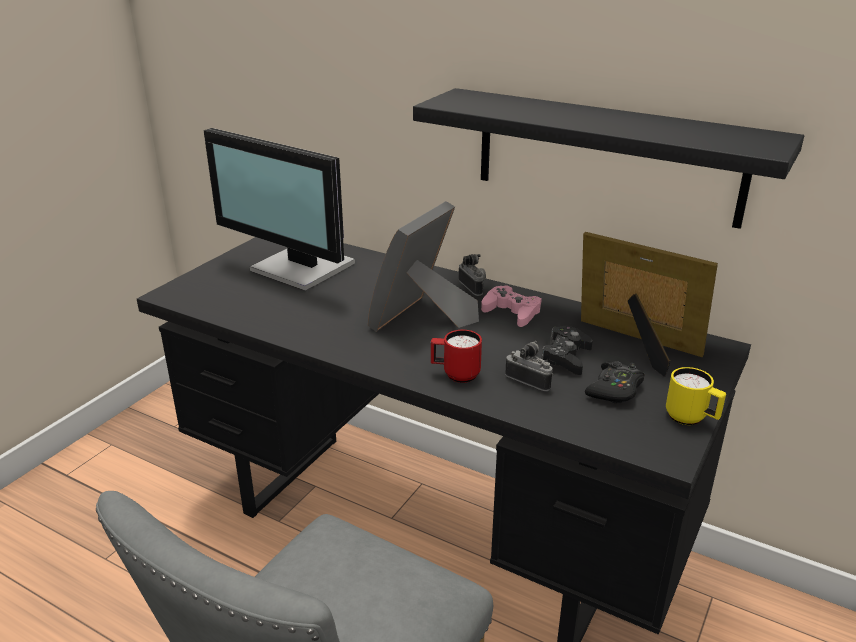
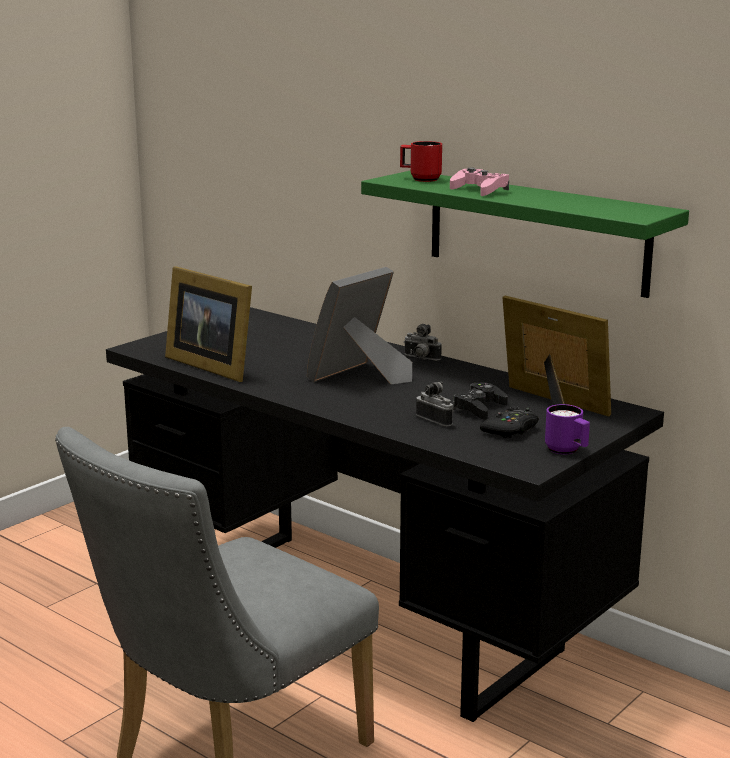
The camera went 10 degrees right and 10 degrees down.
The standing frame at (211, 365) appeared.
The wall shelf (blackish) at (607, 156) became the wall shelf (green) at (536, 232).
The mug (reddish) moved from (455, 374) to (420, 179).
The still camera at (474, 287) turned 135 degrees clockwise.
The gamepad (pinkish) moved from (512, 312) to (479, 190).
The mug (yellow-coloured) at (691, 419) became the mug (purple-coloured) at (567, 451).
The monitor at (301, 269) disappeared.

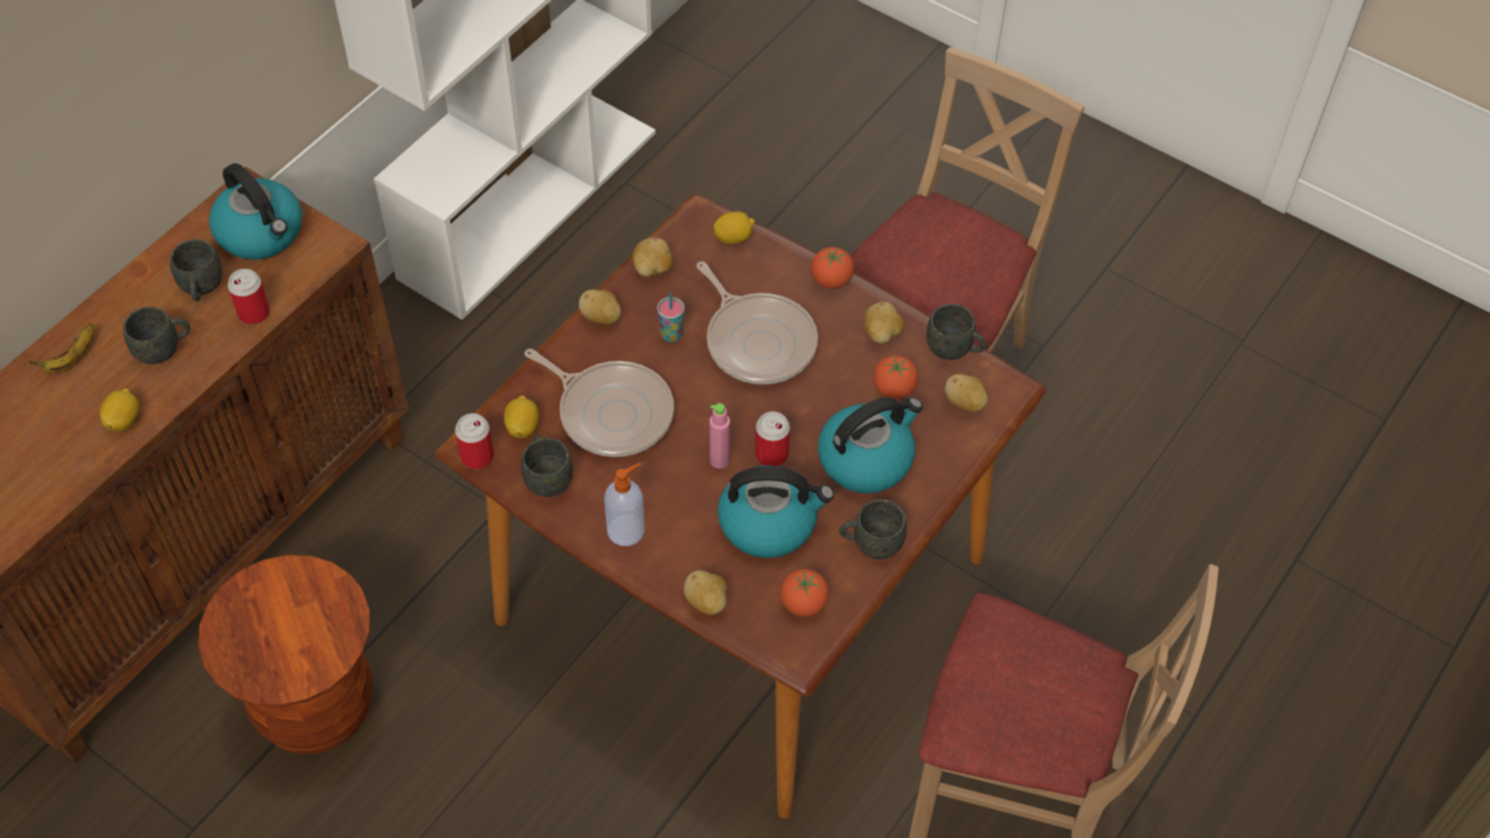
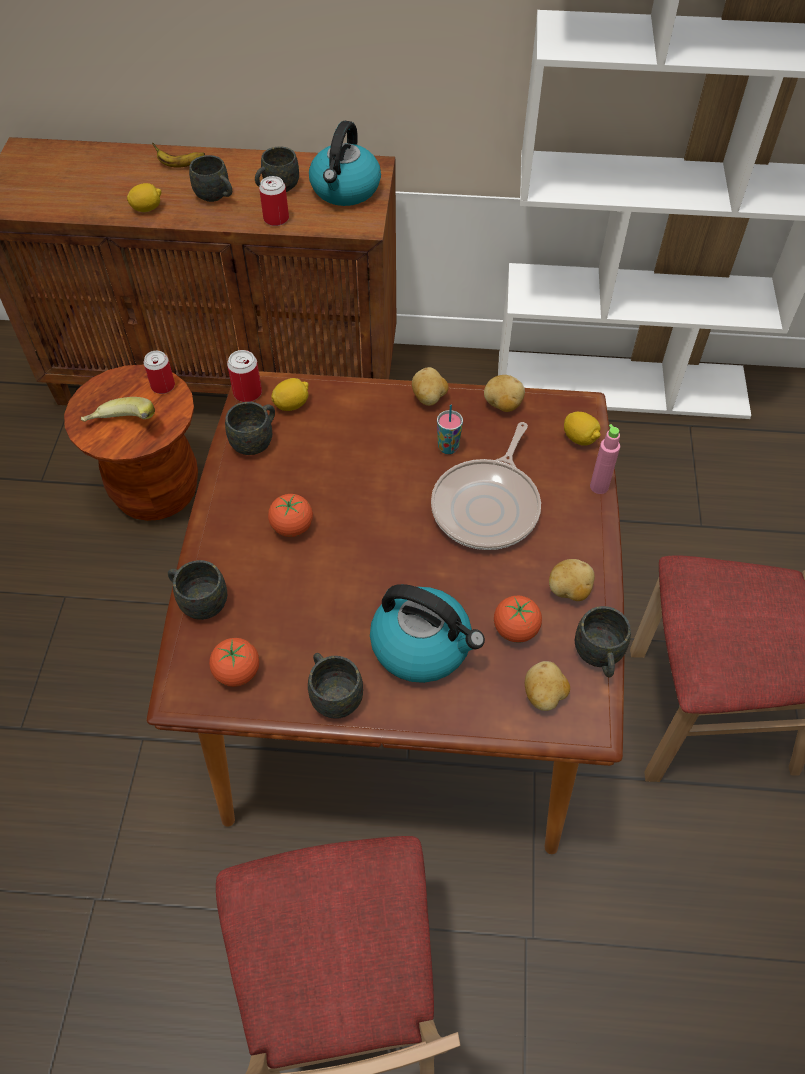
The camera went 60 degrees right and 0 degrees up.
The whole banana at (122, 428) appeared.
The metal can moved from (771, 454) to (163, 386).
The potato at (707, 602) was replaced by the mug (gray) at (199, 601).
The fresh tomato moved from (831, 280) to (292, 527).
The drink bottle (pinkish) moved from (719, 460) to (599, 487).
The pan at (611, 412) disappeared.
The soap dispenser at (627, 530) disappeared.
The tea kettle at (769, 523) disappeared.

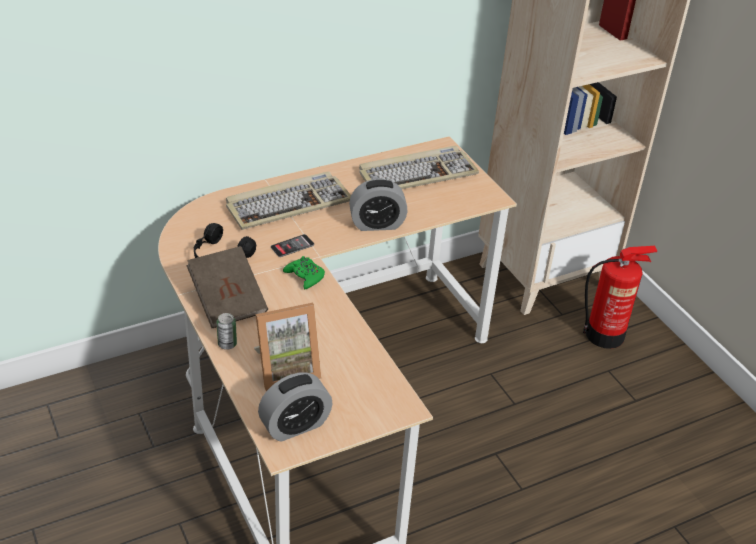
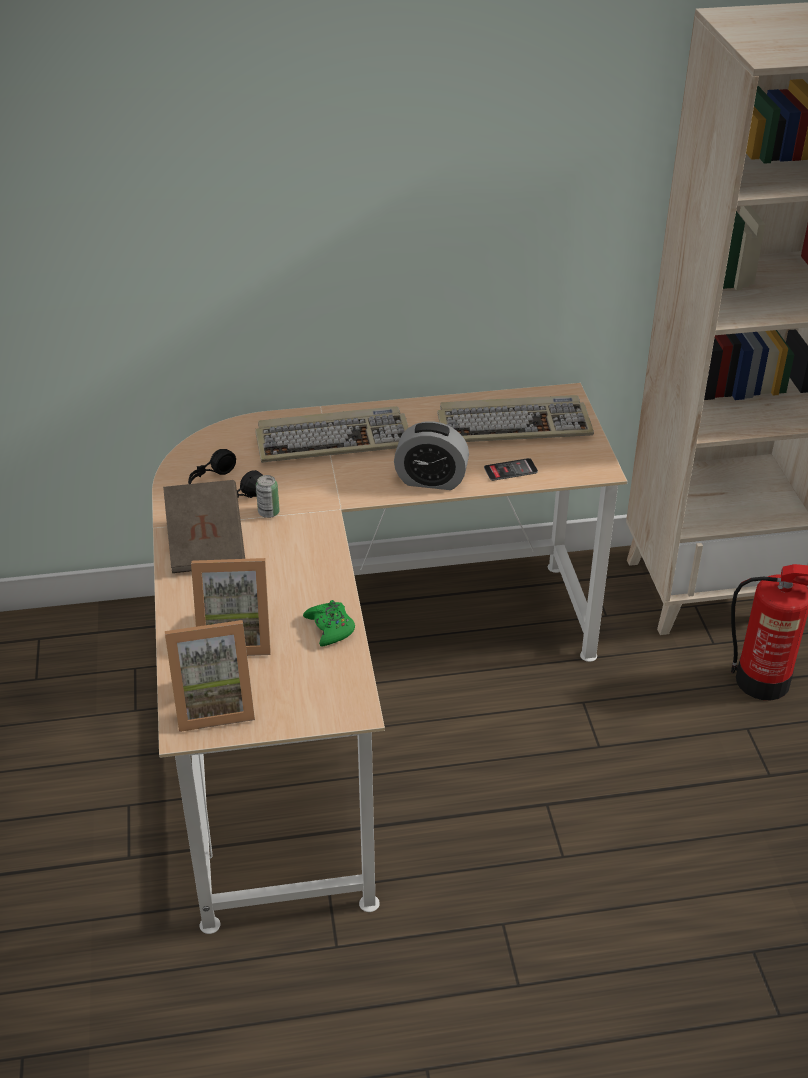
The camera went 20 degrees right and 0 degrees up.
The bedside clock at (295, 425) was replaced by the standing frame at (213, 704).
The metal can moved from (227, 344) to (268, 512).
The gamepad (green) moved from (305, 276) to (330, 628).
The handset moved from (292, 246) to (510, 470).

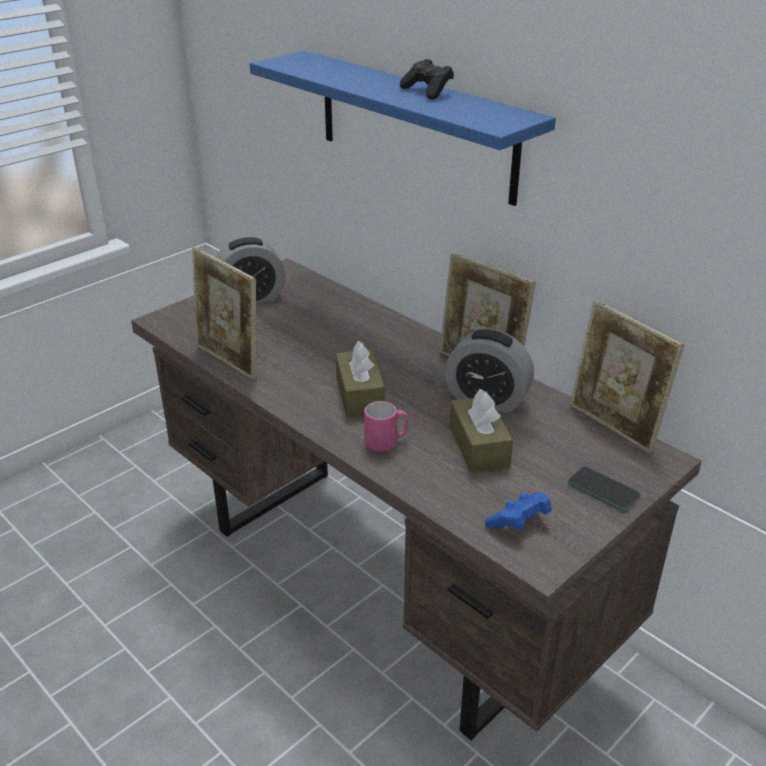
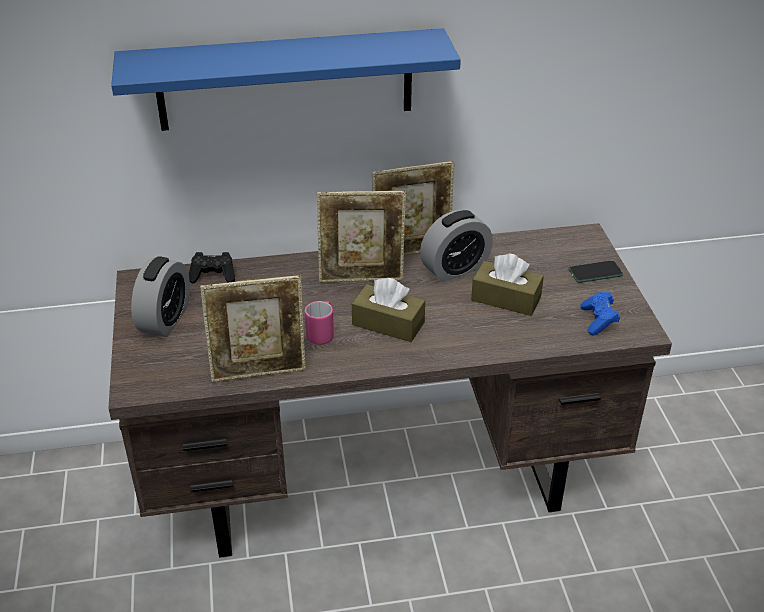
The camera went 55 degrees left and 5 degrees up.
The gamepad (blackish) moved from (427, 91) to (213, 276).
The mug (pinkish) moved from (386, 442) to (322, 334).
The standing frame moved from (613, 427) to (361, 278).

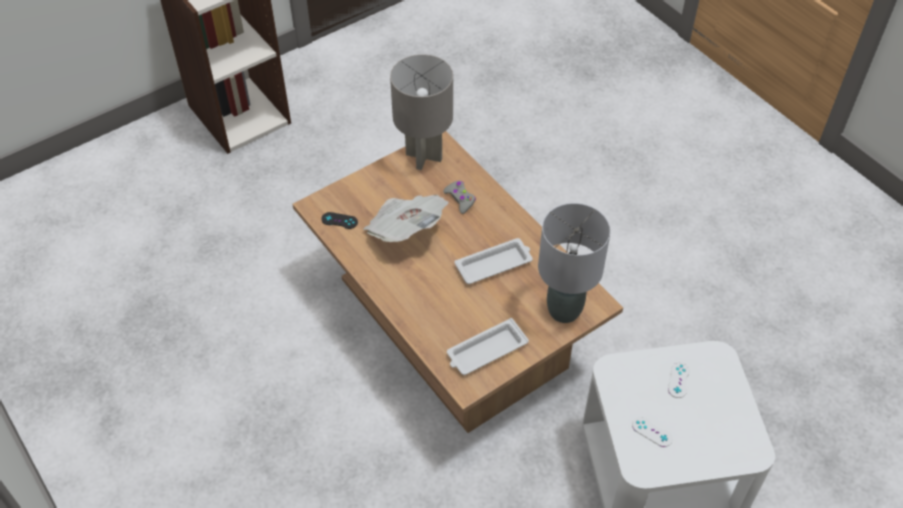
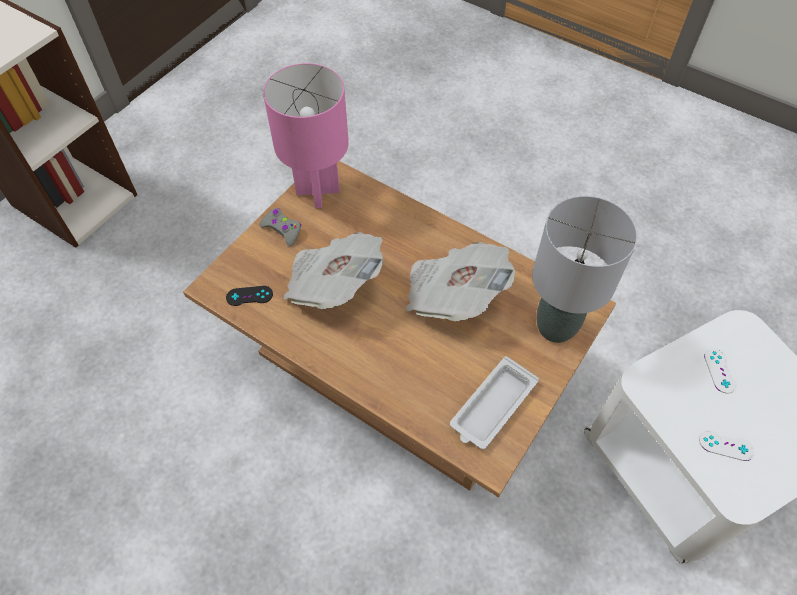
The camera went 20 degrees left and 5 degrees up.
The gamepad (gray) moved from (460, 199) to (282, 229).
The lamp for a table (gray) at (424, 156) became the lamp for a table (pinkish) at (318, 191).
The serving tray (white) at (495, 264) was replaced by the printed paper at (453, 295).

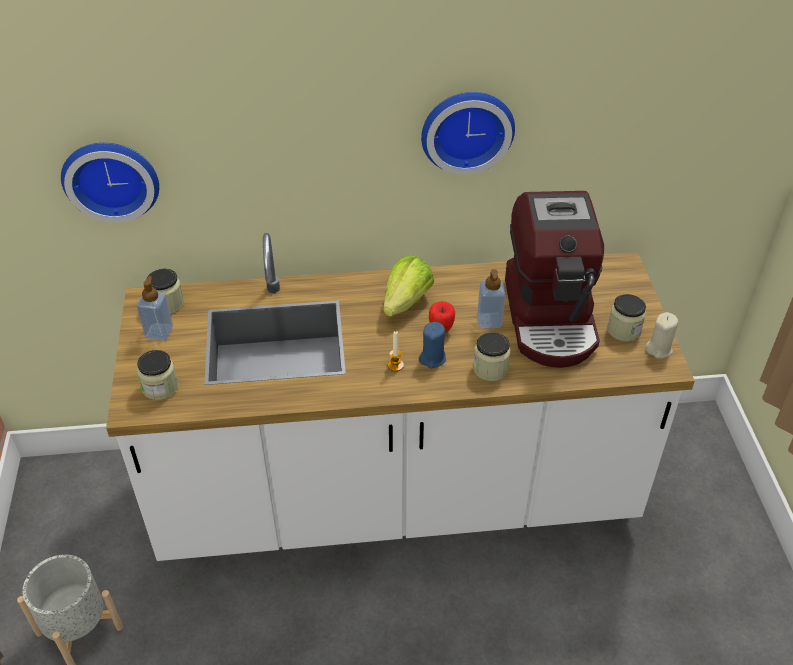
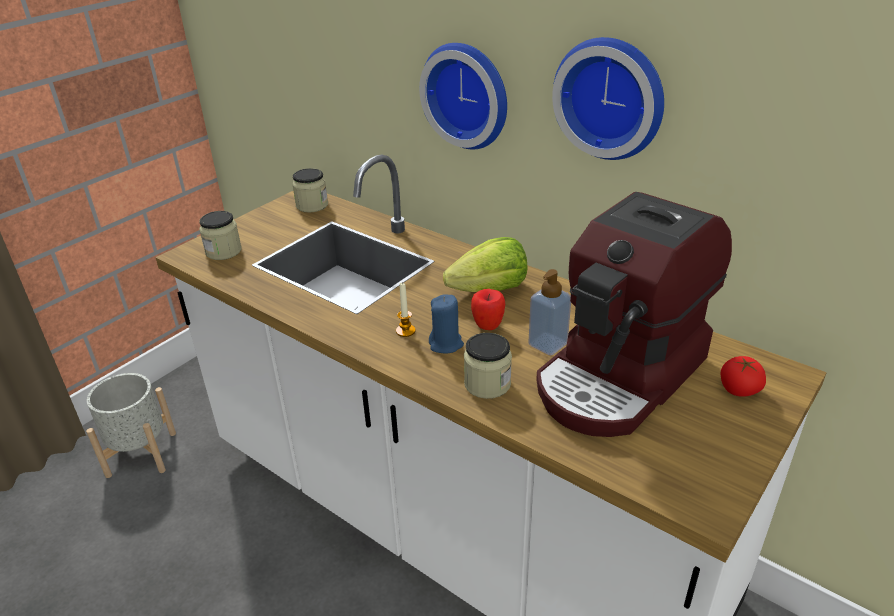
The camera went 45 degrees right and 10 degrees down.
The clock on the wall moved from (111, 177) to (468, 94).
The fresh tomato at (739, 390) appeared.
The soap dispenser at (159, 332) disappeared.
The jar at (624, 330) disappeared.
The wax light (beige-coloured) at (659, 349) disappeared.

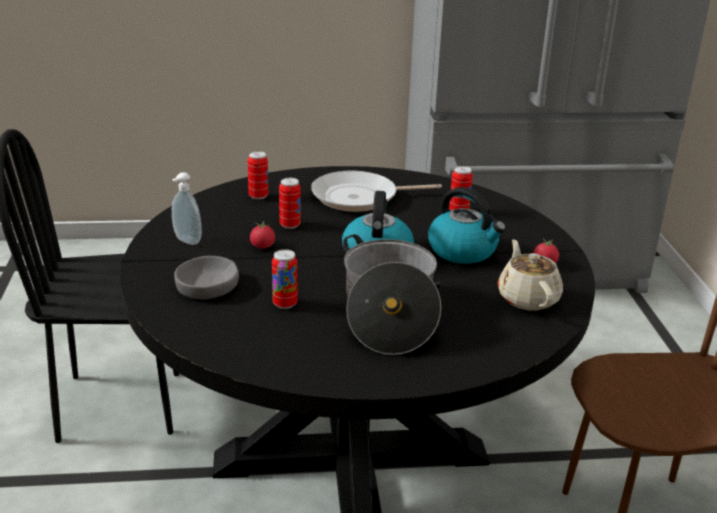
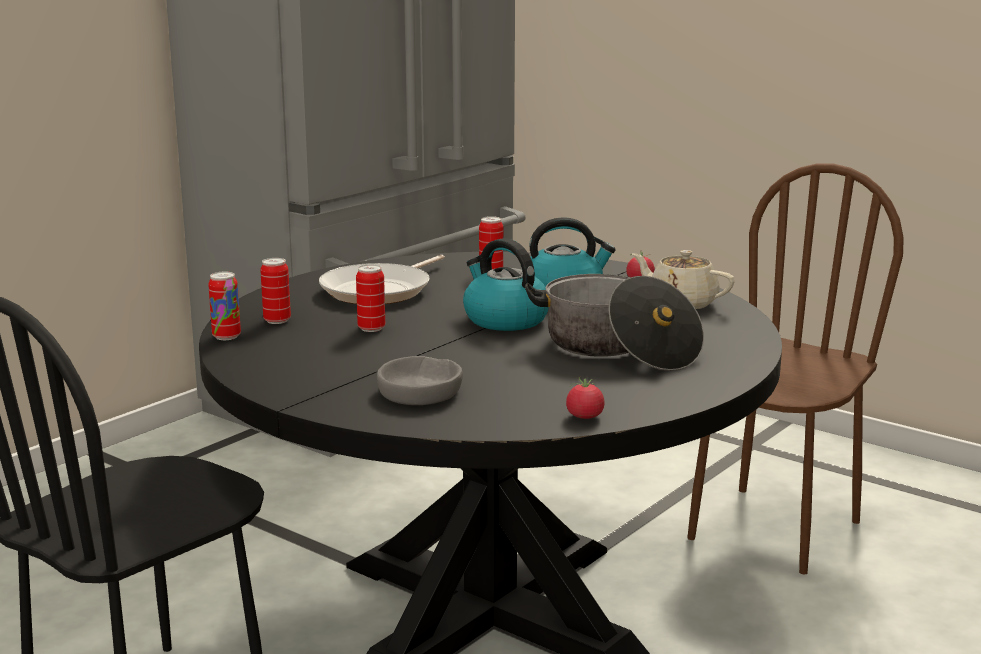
The camera went 45 degrees left and 10 degrees down.
The metal can moved from (285, 304) to (226, 336).
The fresh tomato moved from (262, 246) to (584, 416).
The soap dispenser at (186, 241) disappeared.

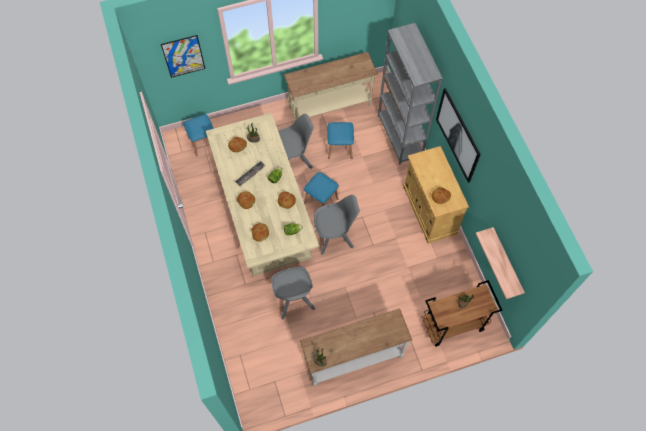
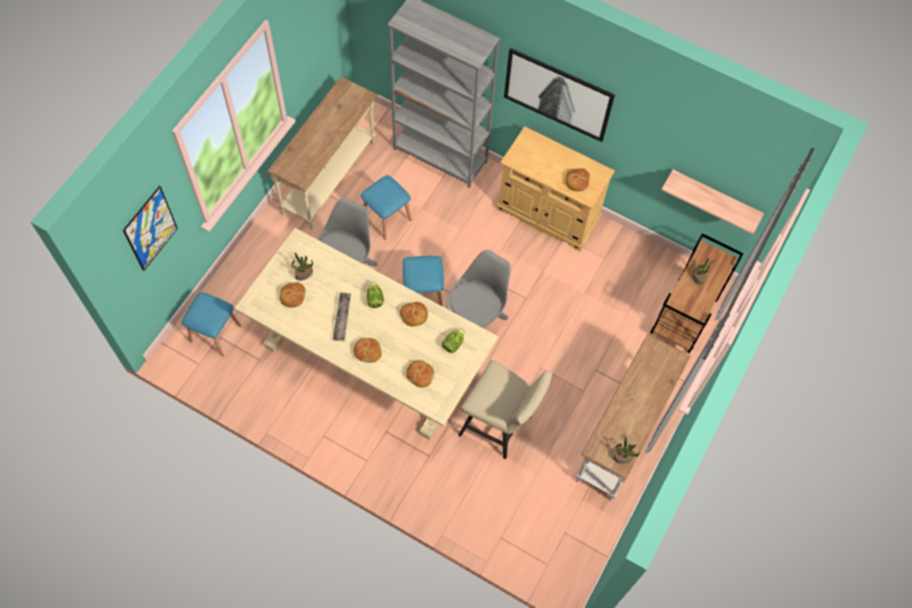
The camera went 45 degrees left and 0 degrees up.
The upright chair (gray) at (294, 300) was replaced by the stool (beige-coloured) at (500, 427).

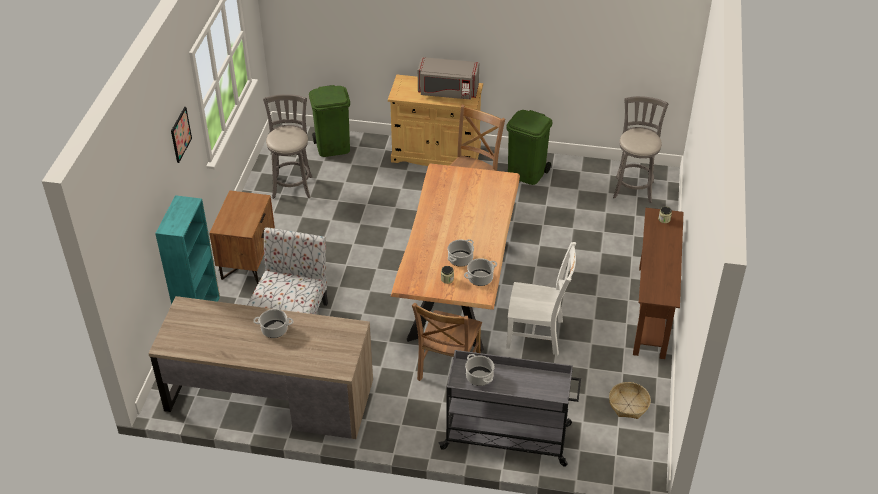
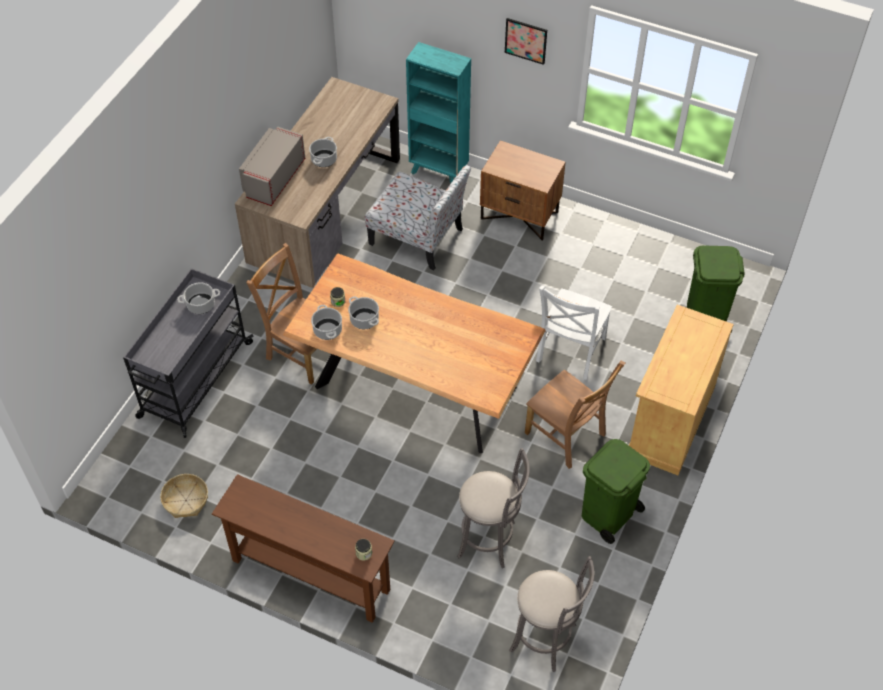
The camera went 105 degrees right and 10 degrees up.
The microwave oven (gray) moved from (447, 91) to (273, 178).
The stool (gray) moved from (292, 185) to (490, 540).
The upright chair (white) moved from (537, 335) to (569, 352).

